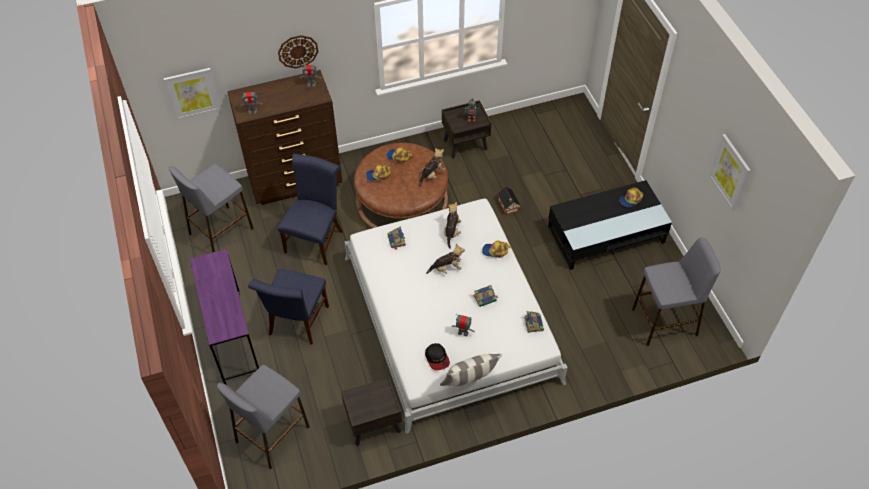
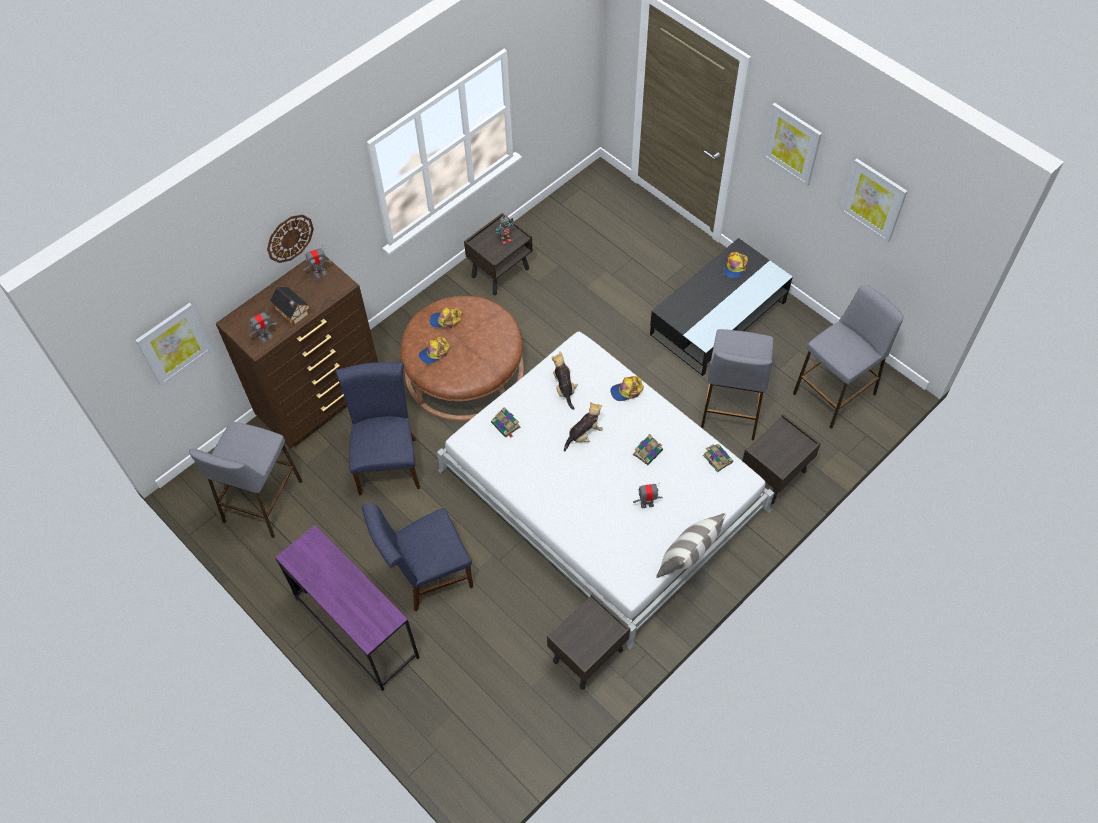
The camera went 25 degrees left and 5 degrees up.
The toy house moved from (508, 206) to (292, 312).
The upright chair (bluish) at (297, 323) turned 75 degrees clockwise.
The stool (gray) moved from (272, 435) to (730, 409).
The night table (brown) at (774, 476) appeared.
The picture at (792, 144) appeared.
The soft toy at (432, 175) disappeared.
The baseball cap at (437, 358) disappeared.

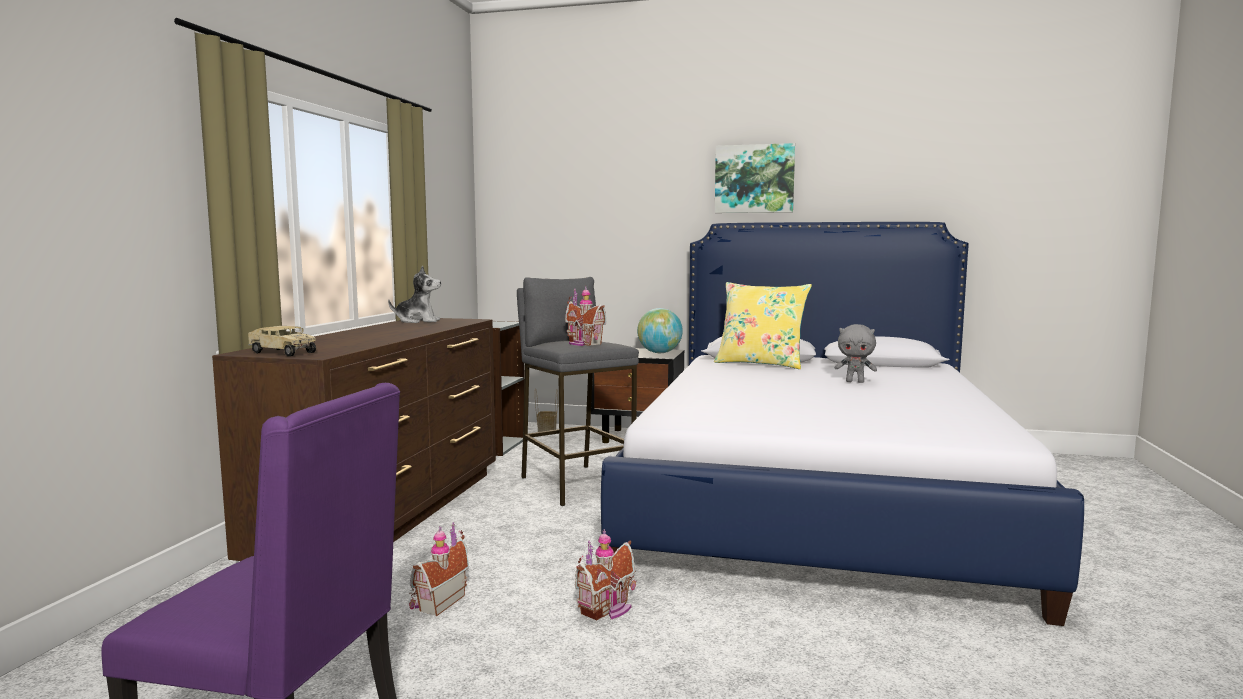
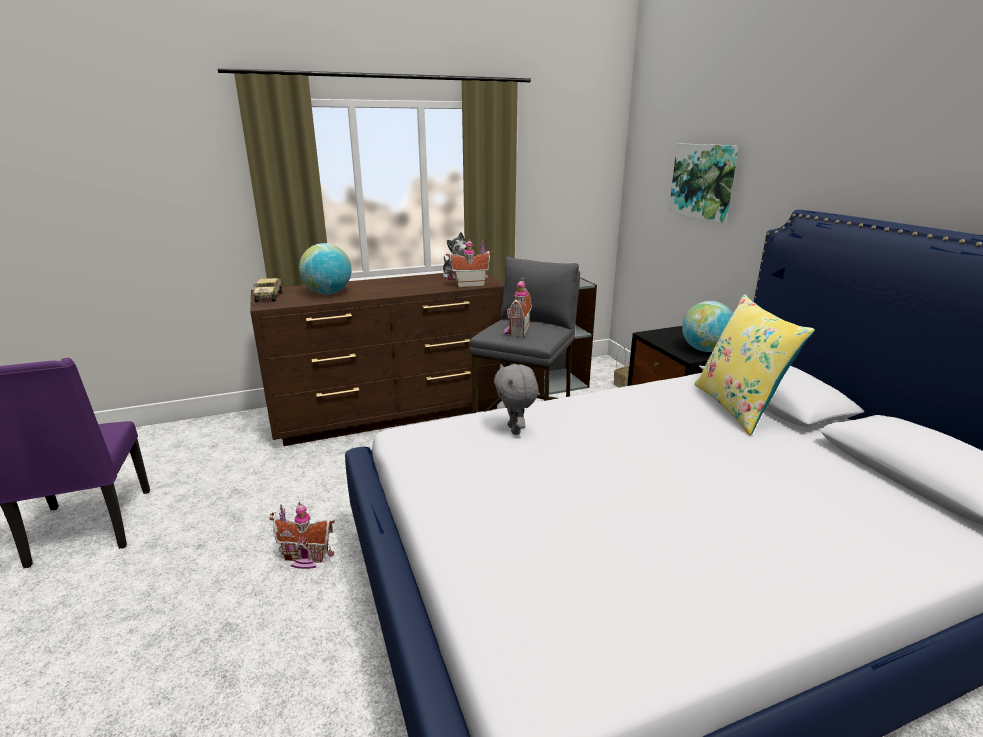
The camera went 55 degrees right and 15 degrees up.
The globe at (328, 293) appeared.
The toy house moved from (437, 603) to (469, 284).
The soft toy (gray) moved from (855, 382) to (515, 430).
The picture moved from (754, 179) to (703, 181).

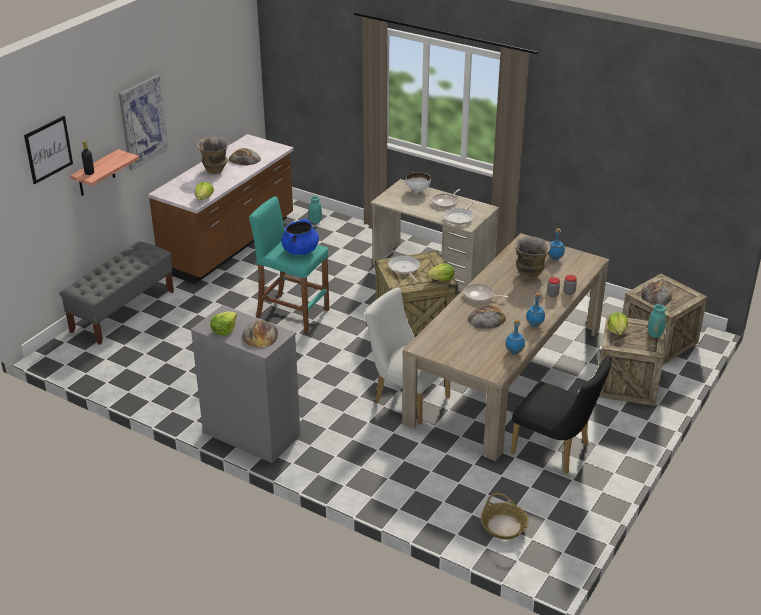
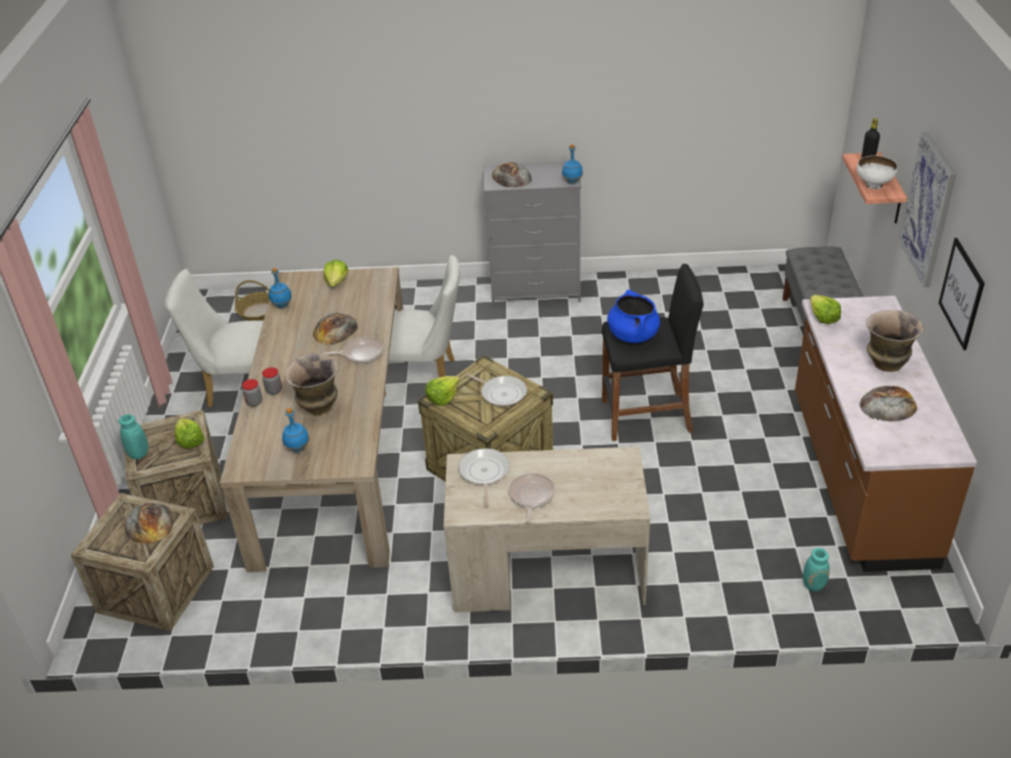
The camera went 150 degrees right and 5 degrees up.
The upright chair (blackish) at (555, 451) became the upright chair (white) at (239, 389).
The head of lettuce moved from (224, 330) to (336, 282).
The drink bottle (bluish) moved from (534, 325) to (572, 182).
The stool (blue-green) at (292, 313) became the stool (blackish) at (647, 416).
The deep dish (white) moved from (418, 191) to (873, 185).
The picture moved from (48, 149) to (961, 293).

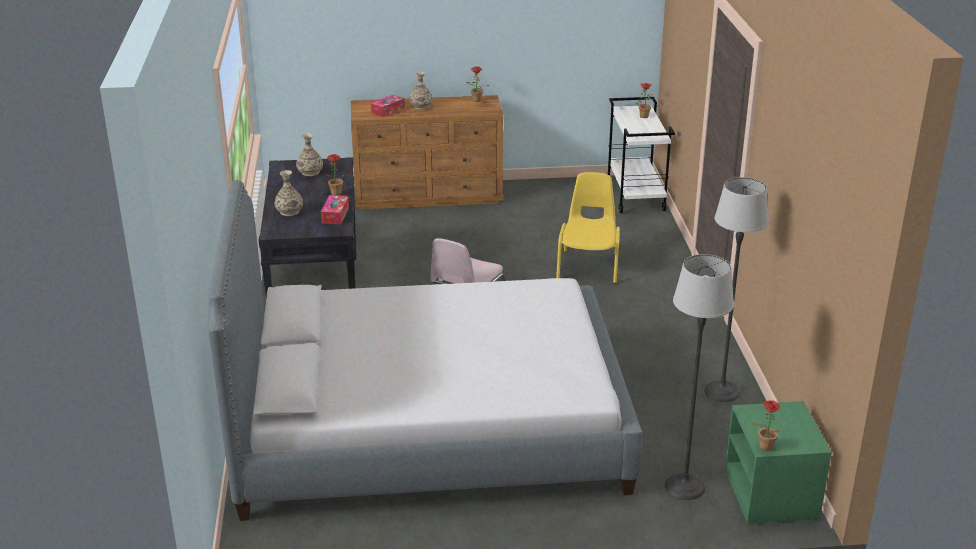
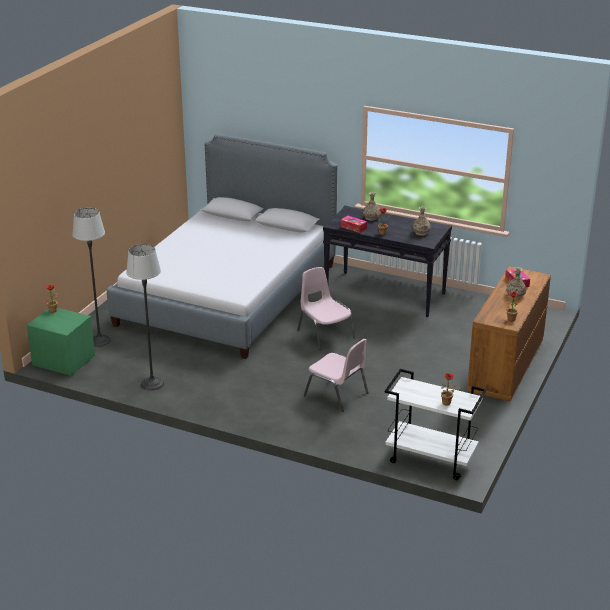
The camera went 120 degrees right and 0 degrees up.
The upright chair (yellow-coloured) at (589, 266) became the upright chair (pinkish) at (337, 394).

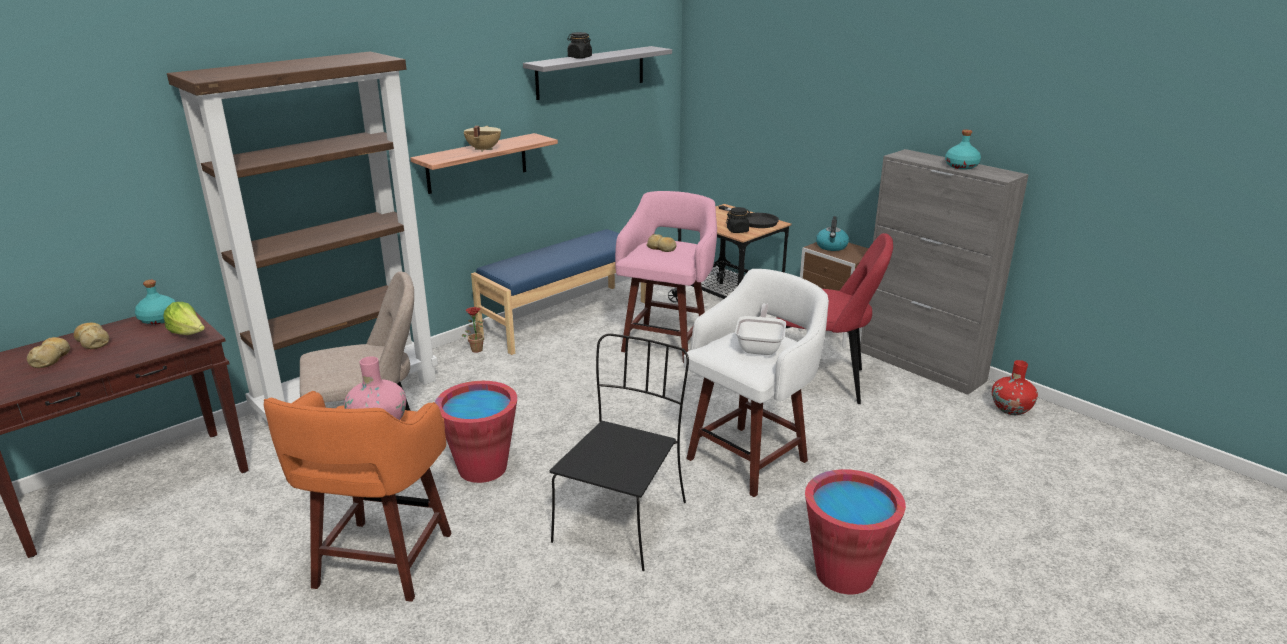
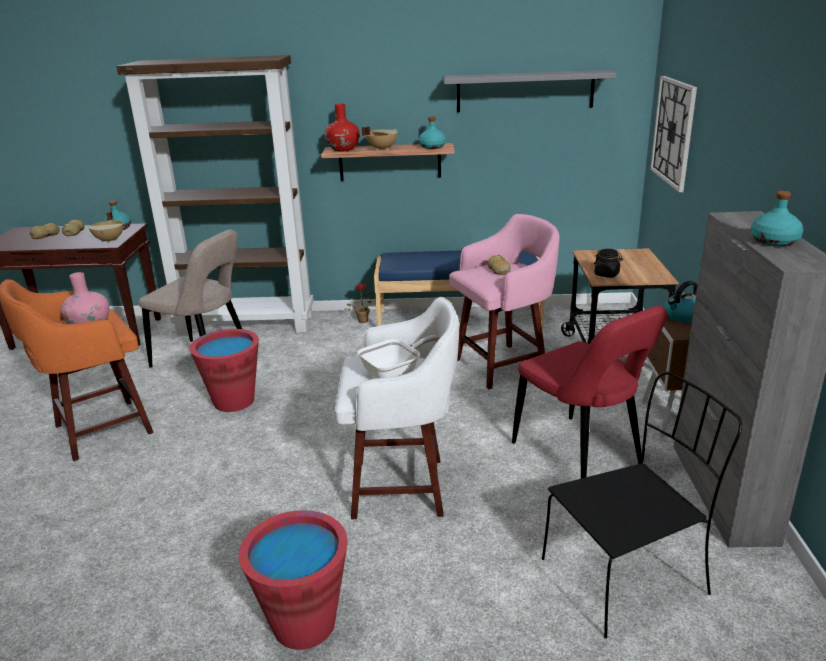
The camera went 45 degrees right and 0 degrees up.
The head of lettuce at (189, 334) was replaced by the stockpot (beige-coloured) at (110, 240).
The flower vase (reddish) moved from (1011, 409) to (343, 149).
The drink bottle (blue-green) at (432, 147) appeared.
The upright chair (blackish) moved from (622, 520) to (626, 575).
The clock on the wall at (673, 132) appeared.
The jar (blackish) at (579, 57) disappeared.
The pan (blackish) at (754, 220) disappeared.

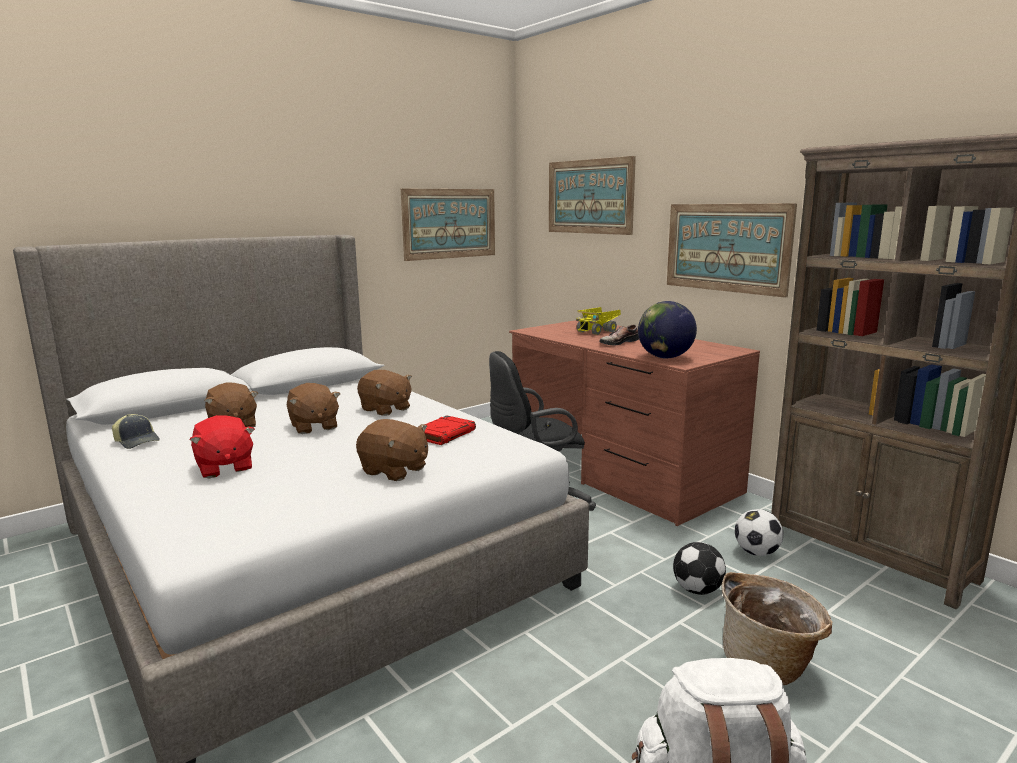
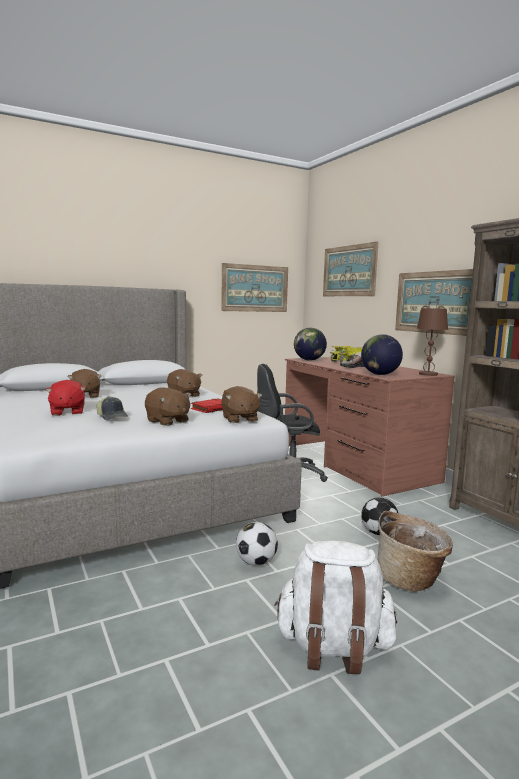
The camera went 10 degrees right and 5 degrees down.
The baseball cap moved from (137, 441) to (112, 416).
The soft toy (brown) moved from (313, 427) to (239, 419).
The ball for football moved from (756, 552) to (256, 562).
The globe at (309, 360) appeared.
The lamp for a table (brown) at (428, 374) appeared.

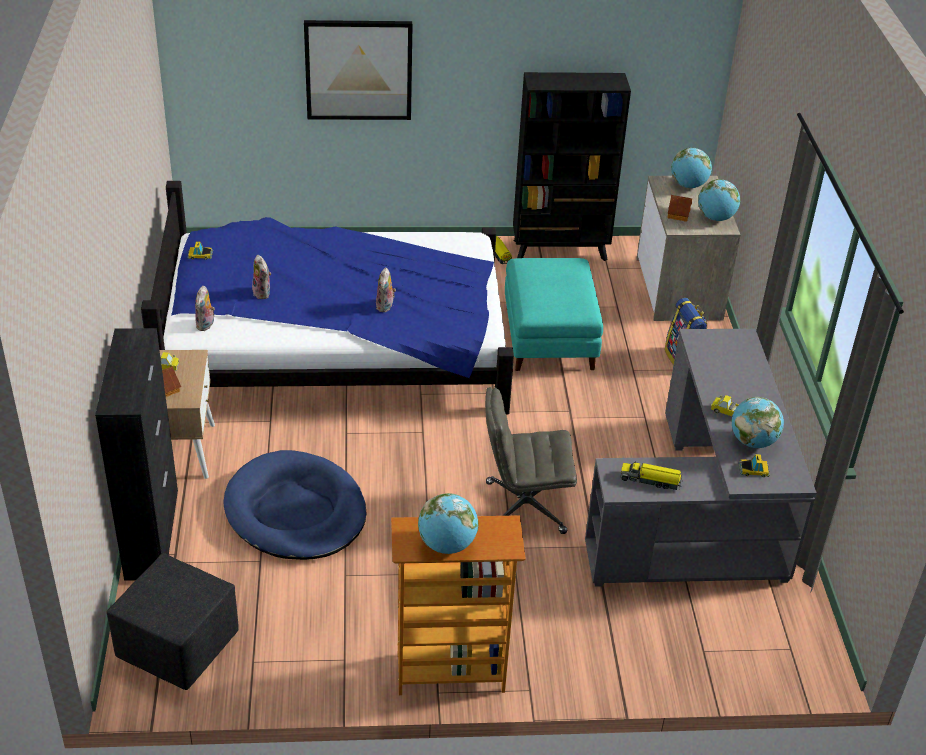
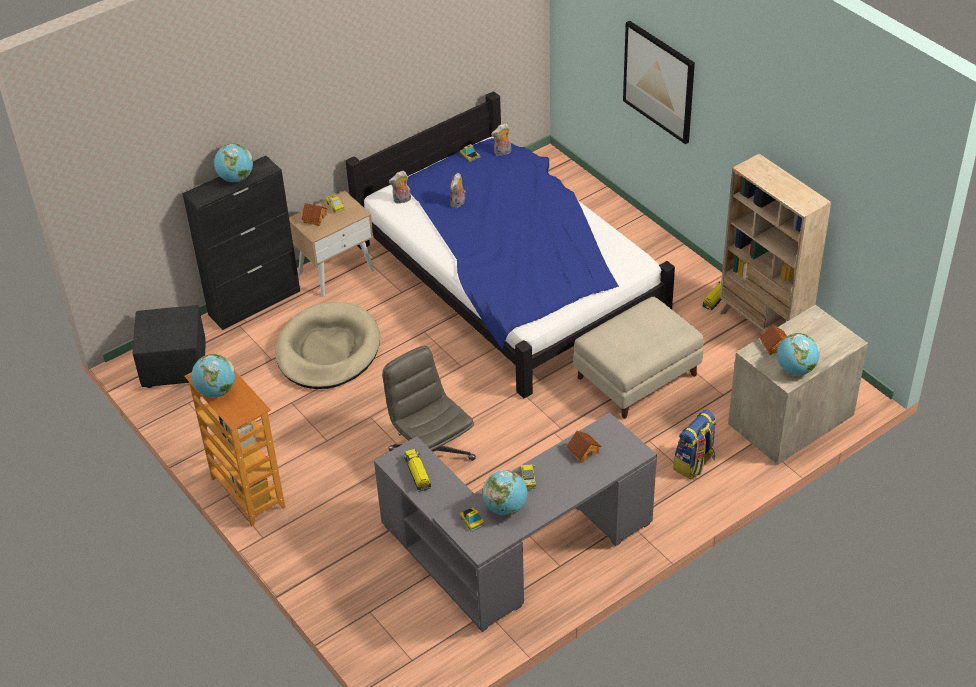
The camera went 60 degrees right and 5 degrees up.
The globe moved from (688, 185) to (236, 178).
The dog cushion (bluish) at (296, 511) became the dog cushion (beige-coloured) at (328, 350).
The soft toy moved from (385, 307) to (502, 153).
The toy house at (583, 451) appeared.
The footrest (blue-green) at (548, 338) became the footrest (beige-coloured) at (637, 376).
The shelving unit (blackish) at (560, 250) became the shelving unit (beige-coloured) at (763, 328).

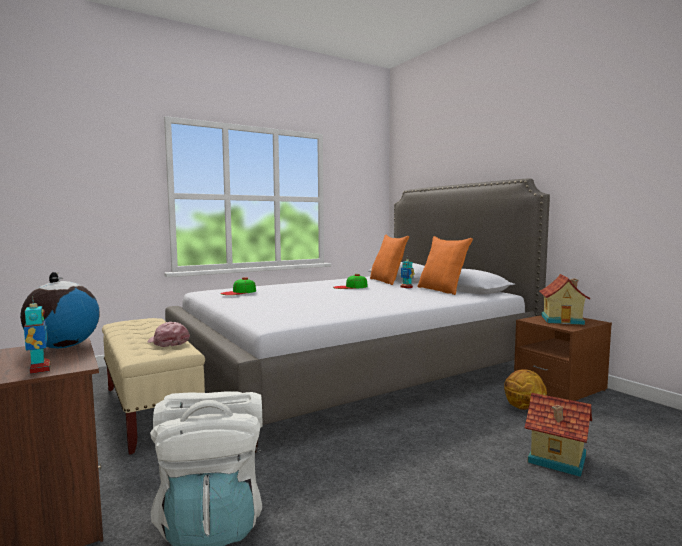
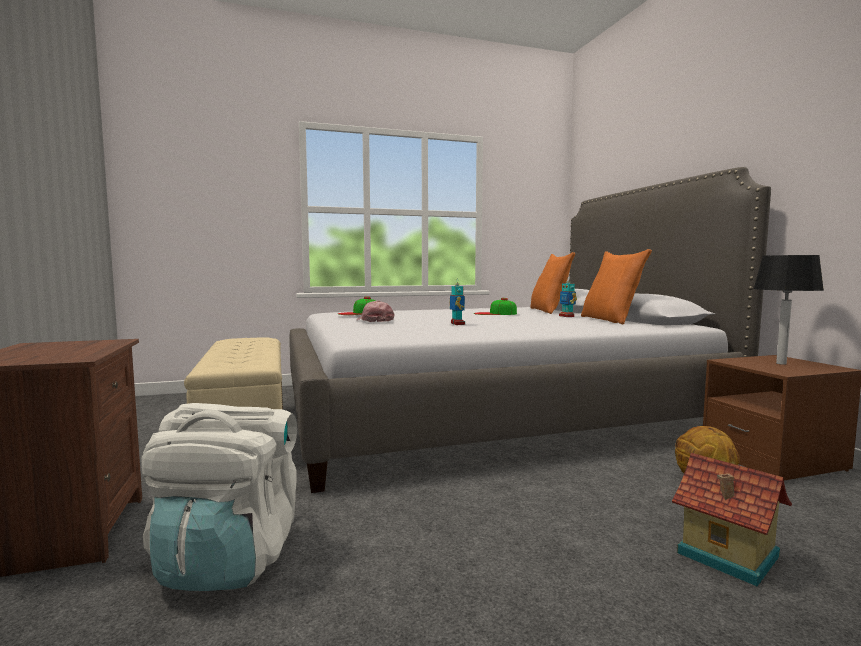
The camera went 15 degrees right and 0 degrees up.
The baseball cap (pinkish) moved from (168, 342) to (374, 320).
The robot figure moved from (39, 369) to (457, 324).
The toy house at (563, 320) was replaced by the lamp for a table at (781, 363).
The globe at (63, 347) disappeared.

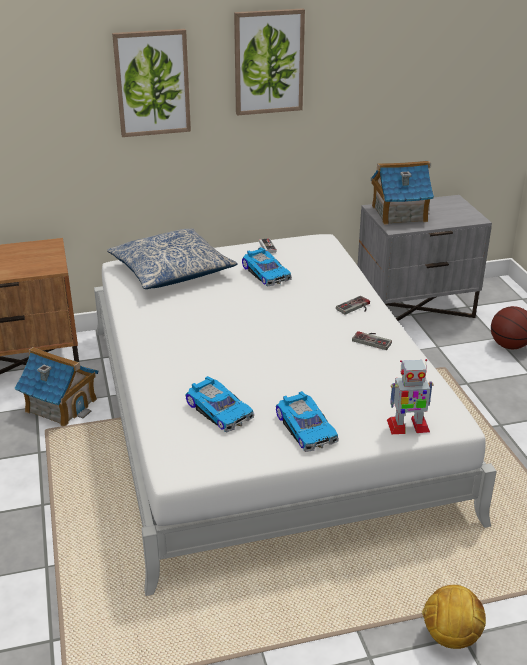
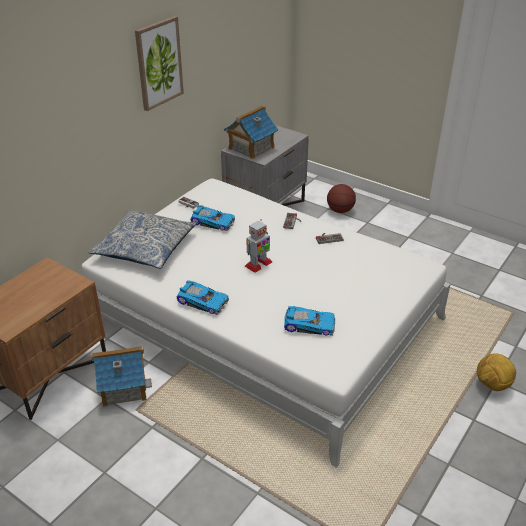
The camera went 40 degrees left and 5 degrees up.
The toy car moved from (307, 428) to (203, 301).
The robot figure moved from (407, 426) to (258, 264).
The picture at (152, 83) disappeared.

